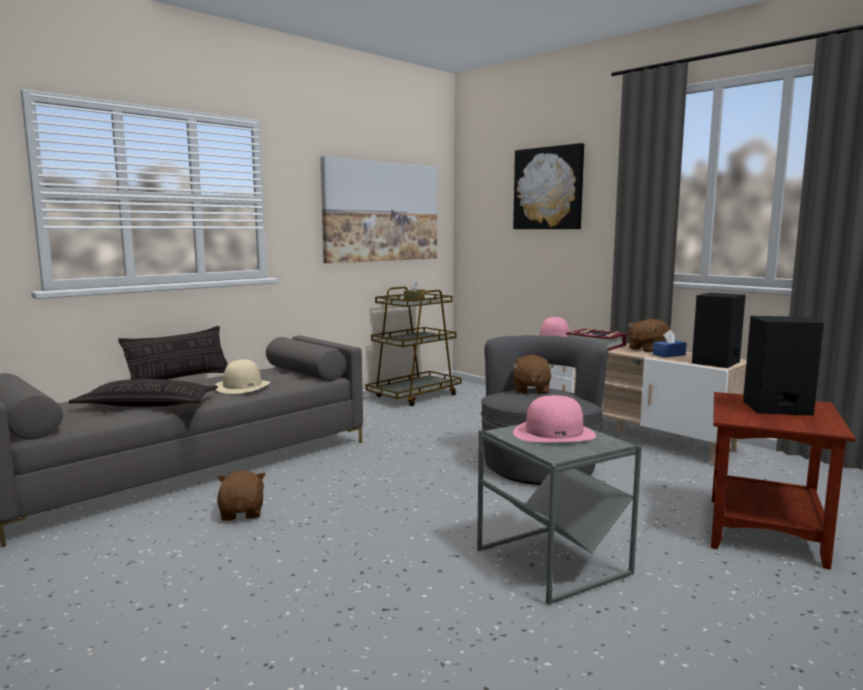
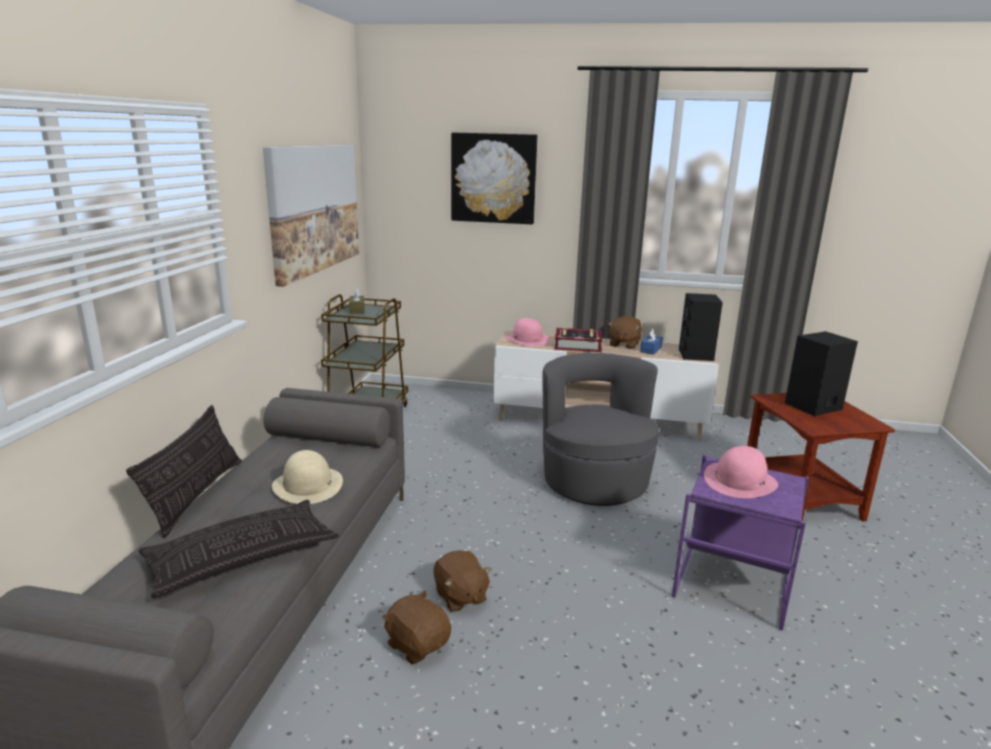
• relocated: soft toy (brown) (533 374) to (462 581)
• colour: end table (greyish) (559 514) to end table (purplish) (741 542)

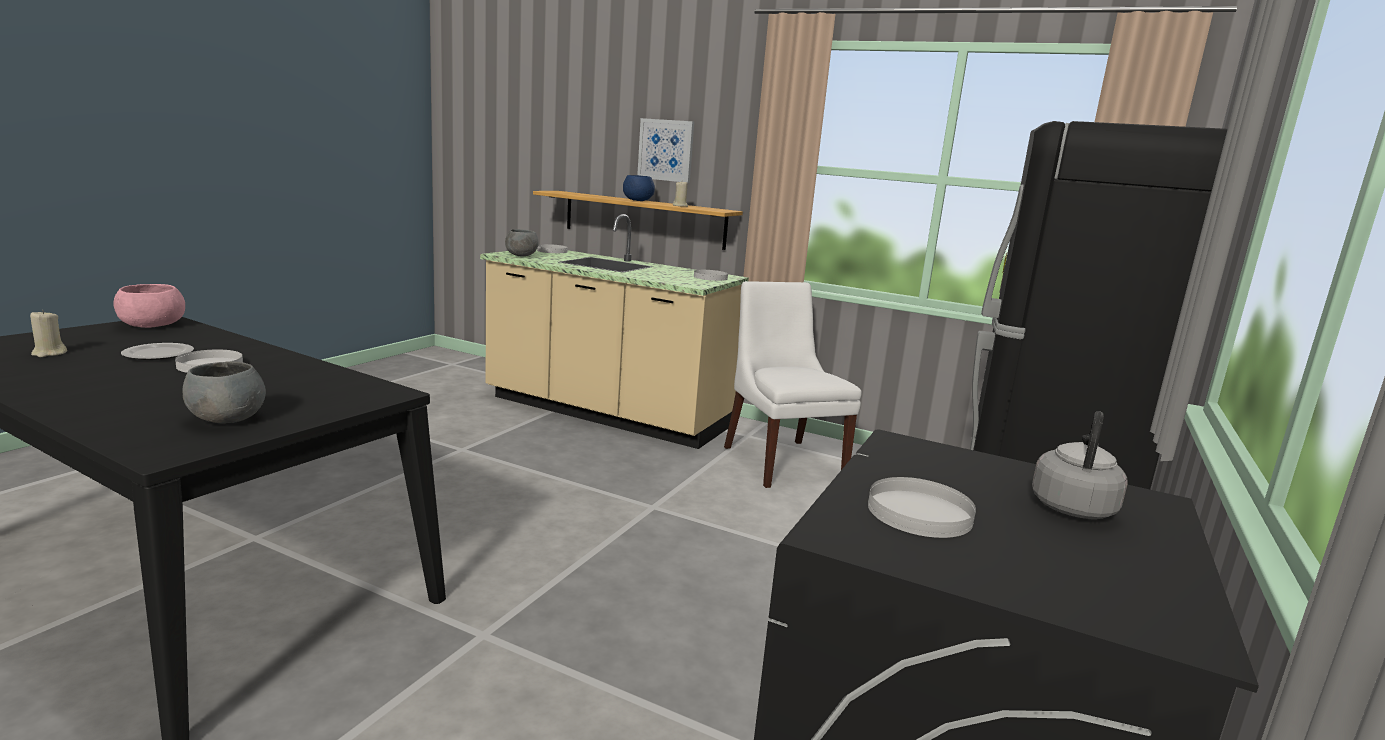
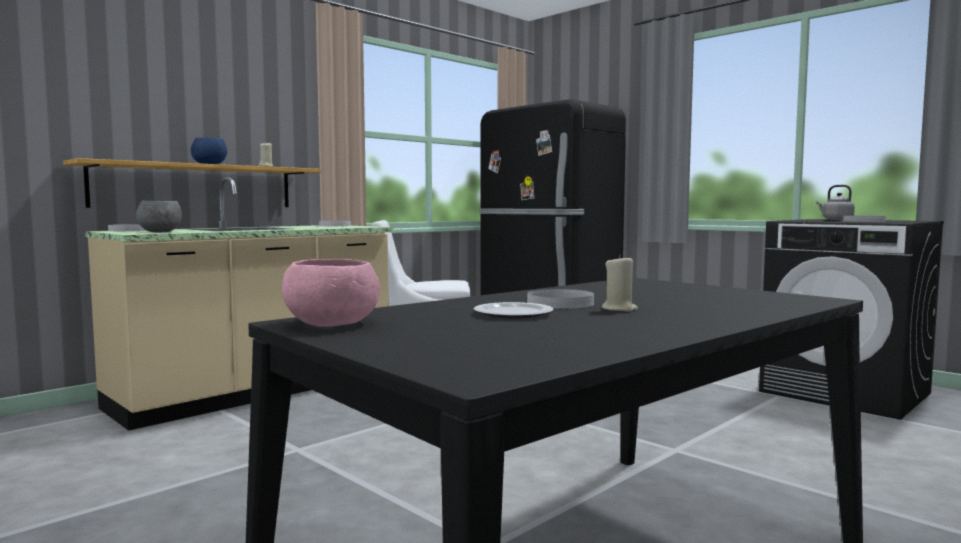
• relocated: wax light (beige) (48 333) to (620 282)
• missing: serving bowl (greyish) (224 392)
• missing: picture (665 150)

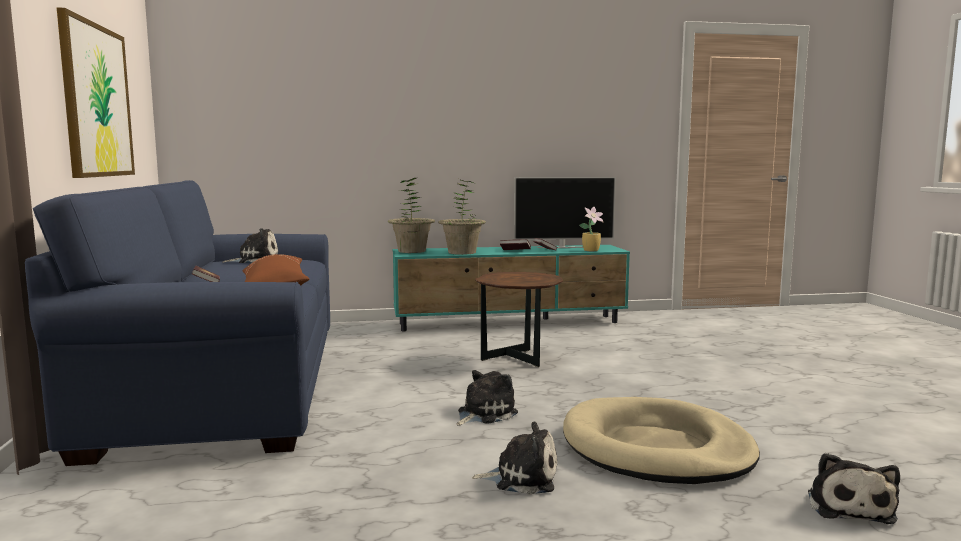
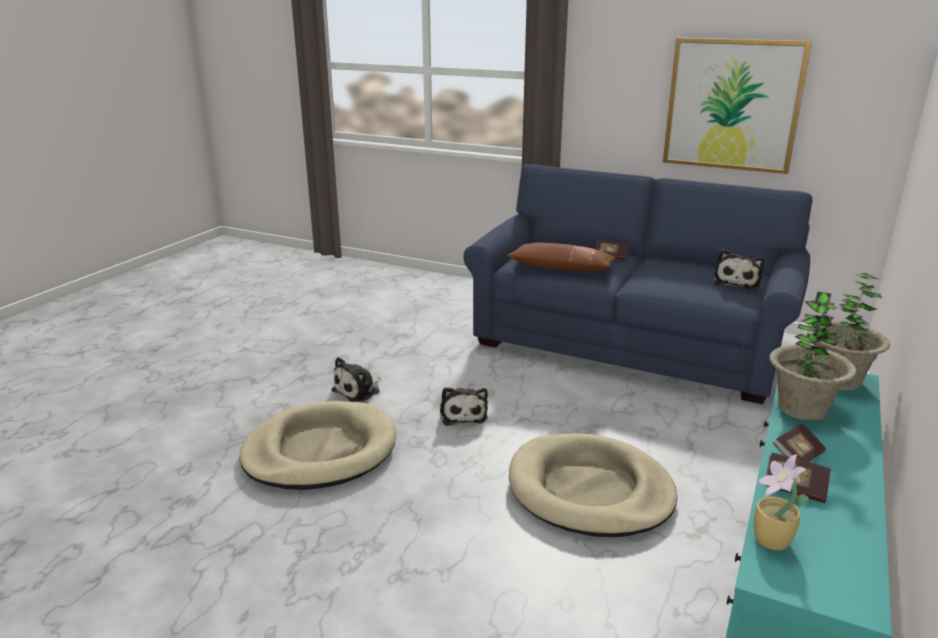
• exchanged: end table (brown) (519 319) to dog cushion (beige) (593 485)
• missing: television (565 212)
• missing: soft toy (854 488)

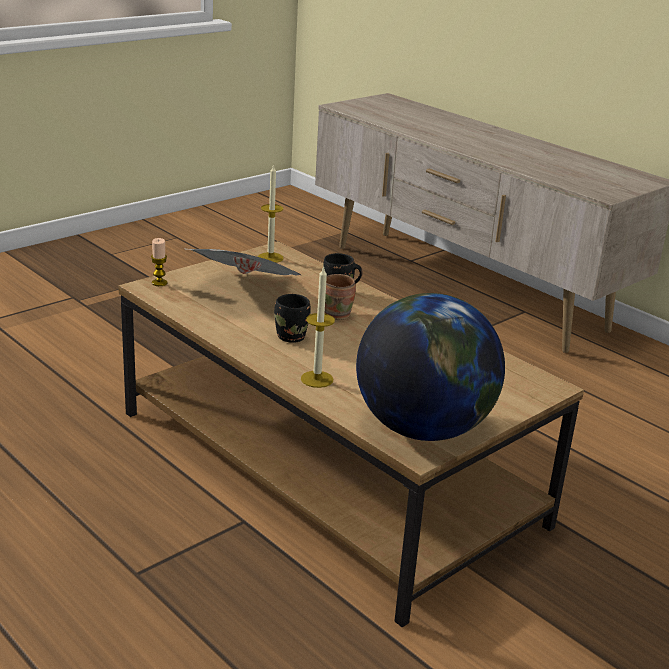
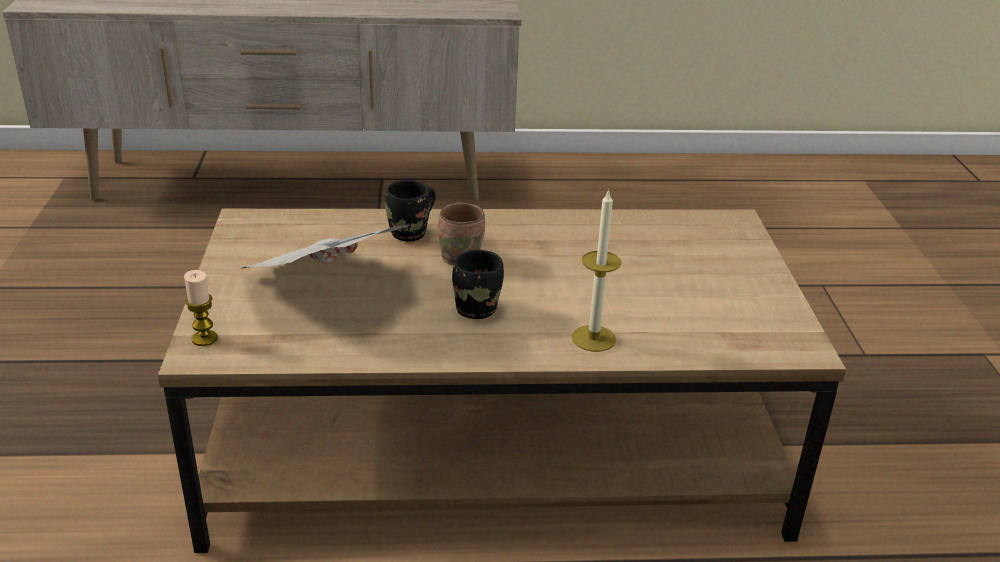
• missing: wax light (270 213)
• missing: globe (430 367)

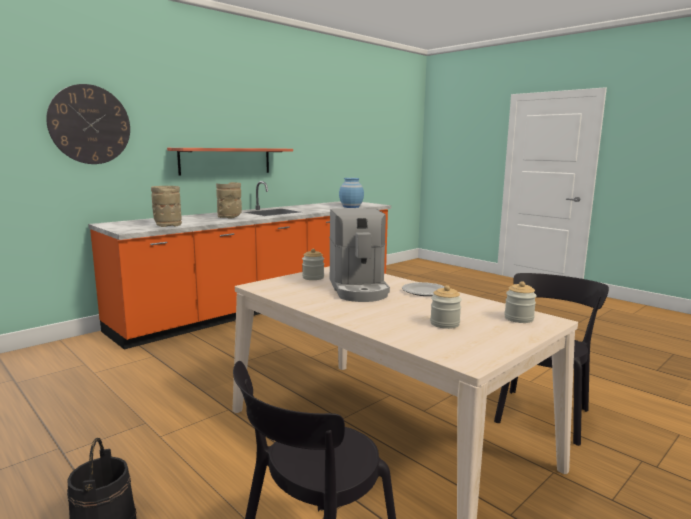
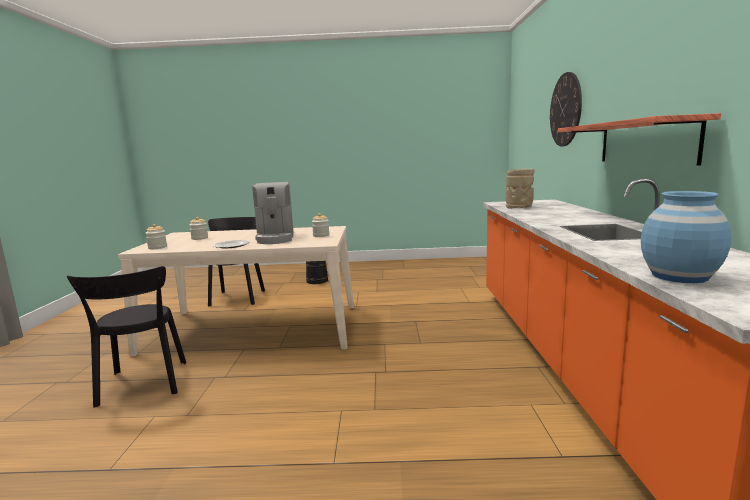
• spun: coffee machine (360 255) = (272 213) 135 degrees counterclockwise
• missing: decorative vase (beige) (229 200)

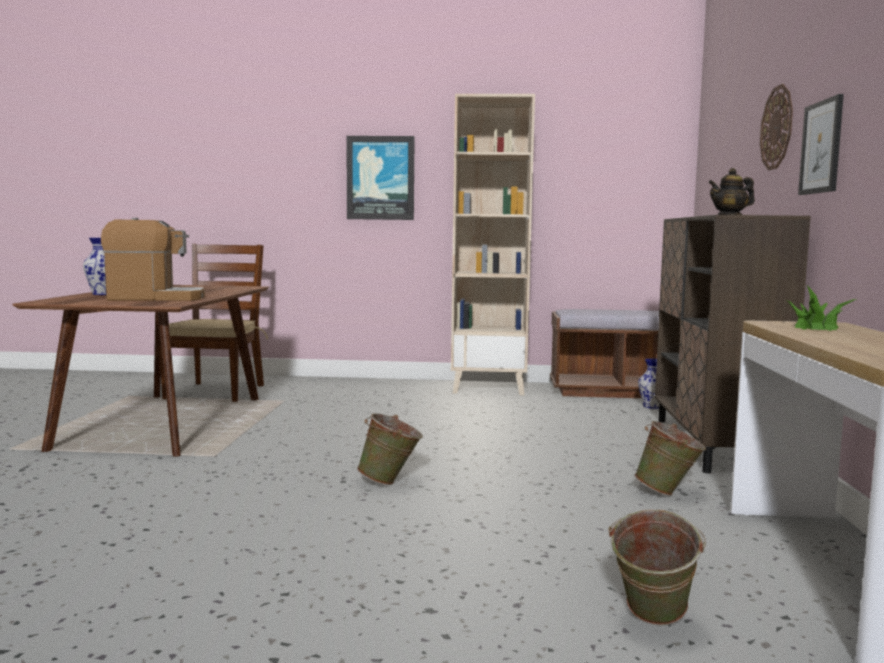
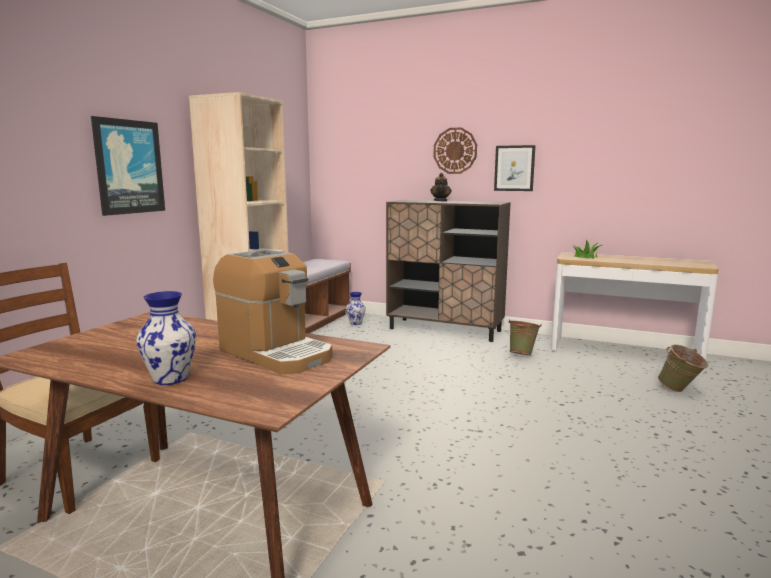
• spun: coffee machine (153 259) = (273 311) 120 degrees clockwise
• missing: pail (green-coloured) (390 449)

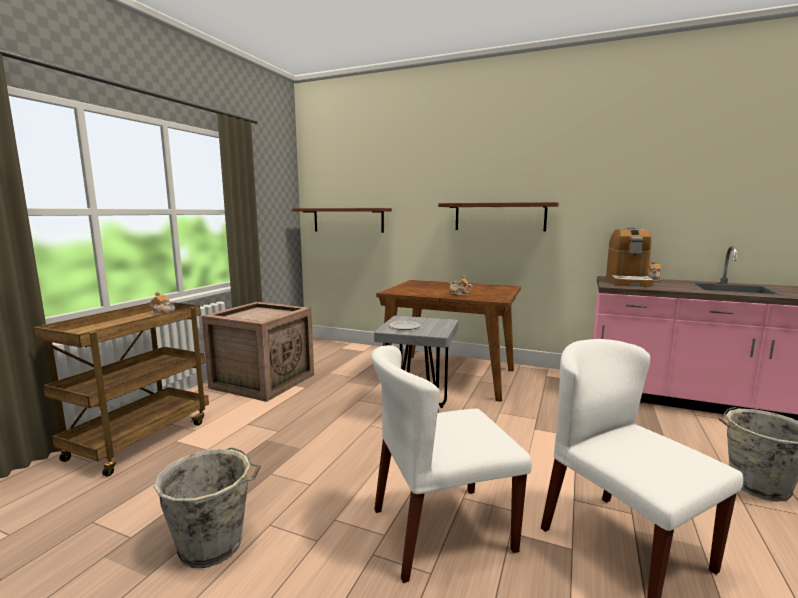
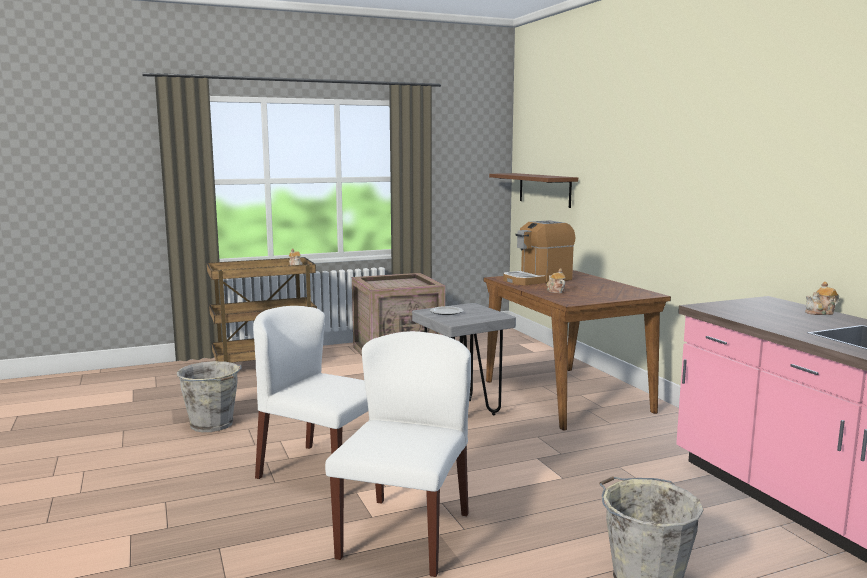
• relocated: coffee machine (630 257) to (539 252)
• missing: wall shelf (brown) (498 216)

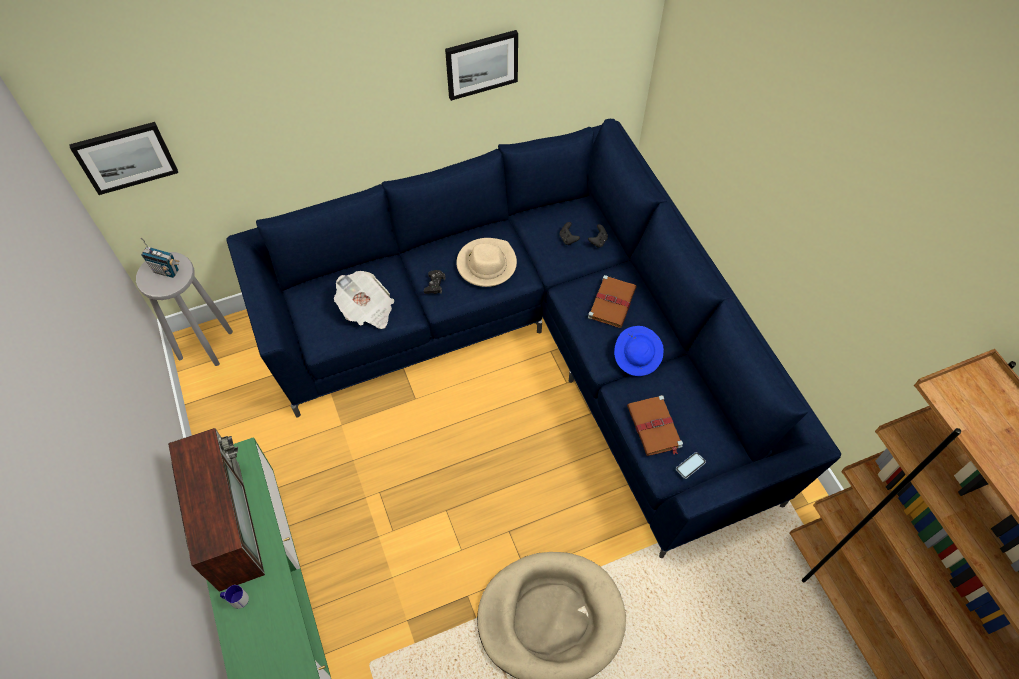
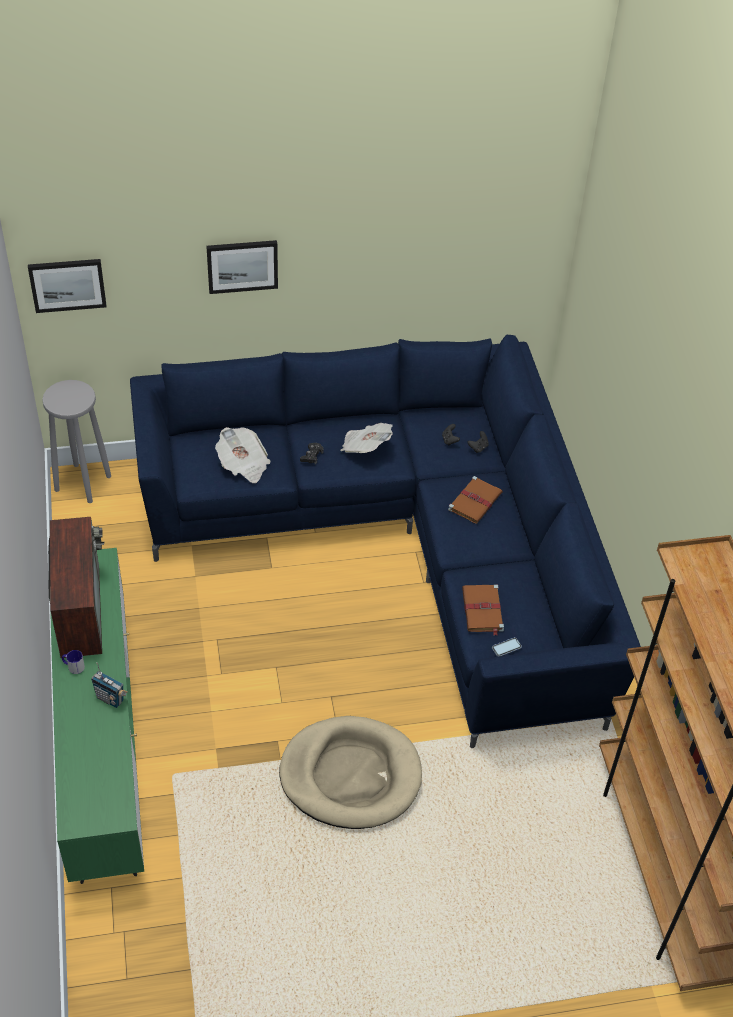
• relocated: radio (160 258) to (109 685)
• relocated: picture (481 65) to (242 267)
• exchanged: wearable hat (beige) (486 262) to newspaper (367 438)
• missing: wearable hat (blue-coloured) (639 351)

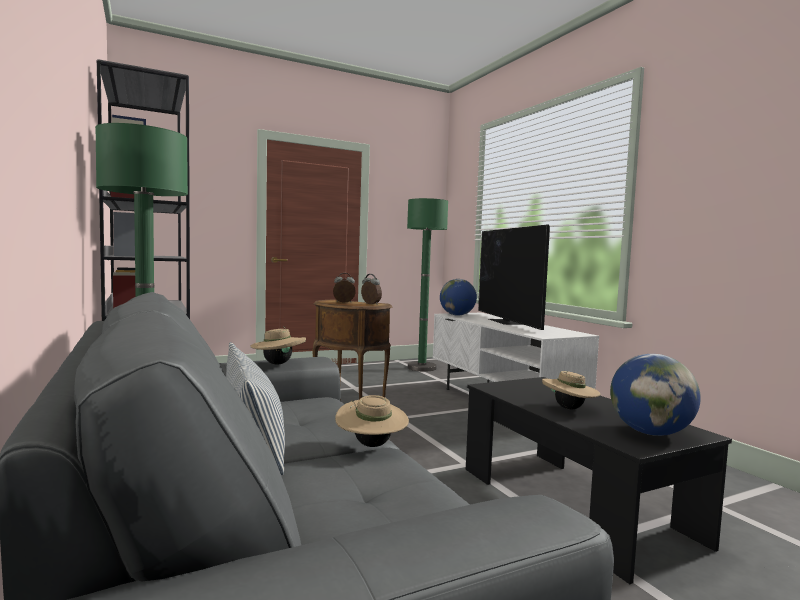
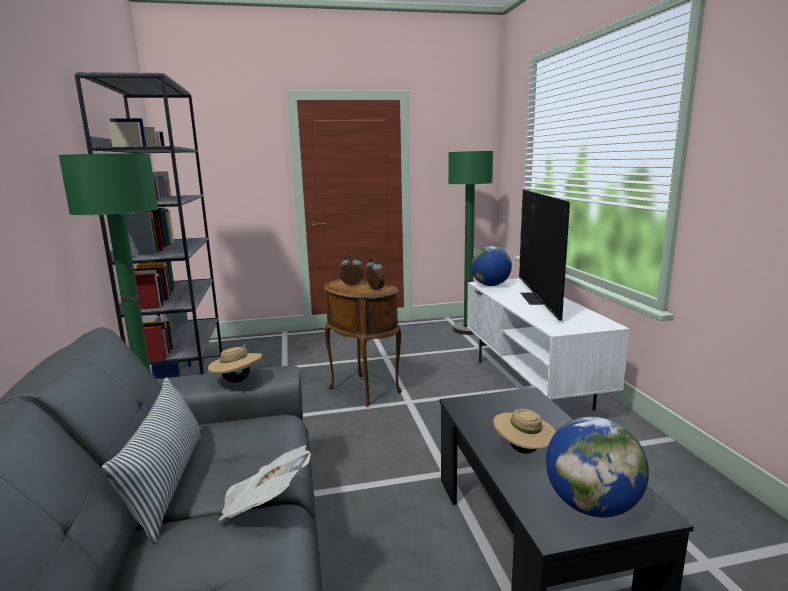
• exchanged: wearable hat (beige) (372 421) to newspaper (265 483)

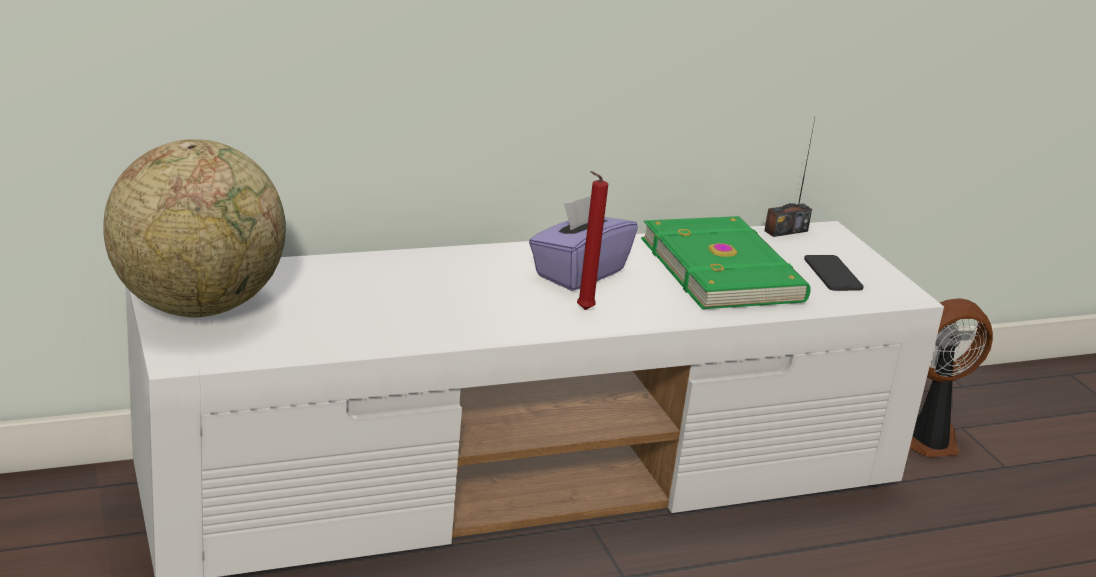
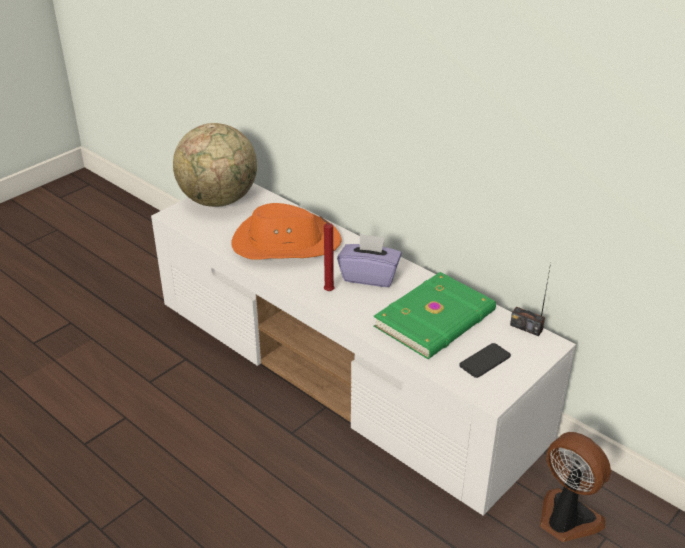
• appeared: wearable hat (orange) (286 231)

